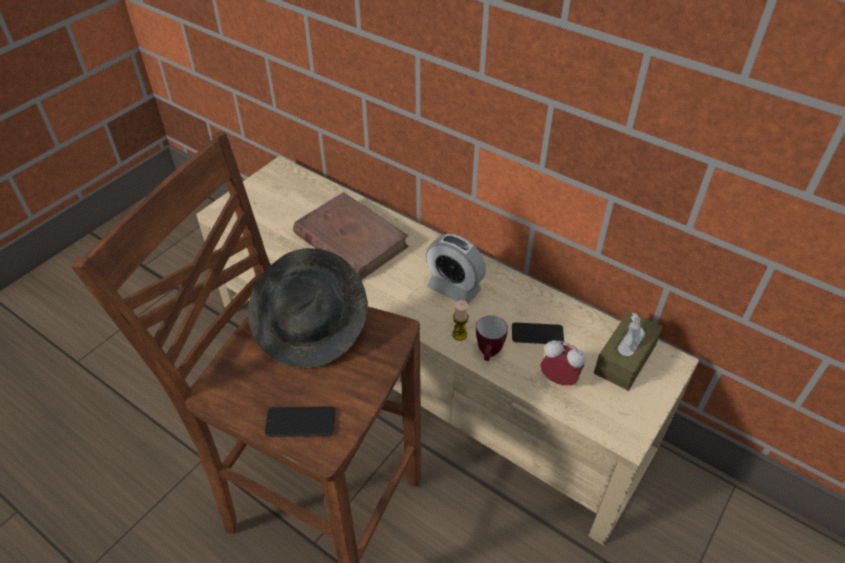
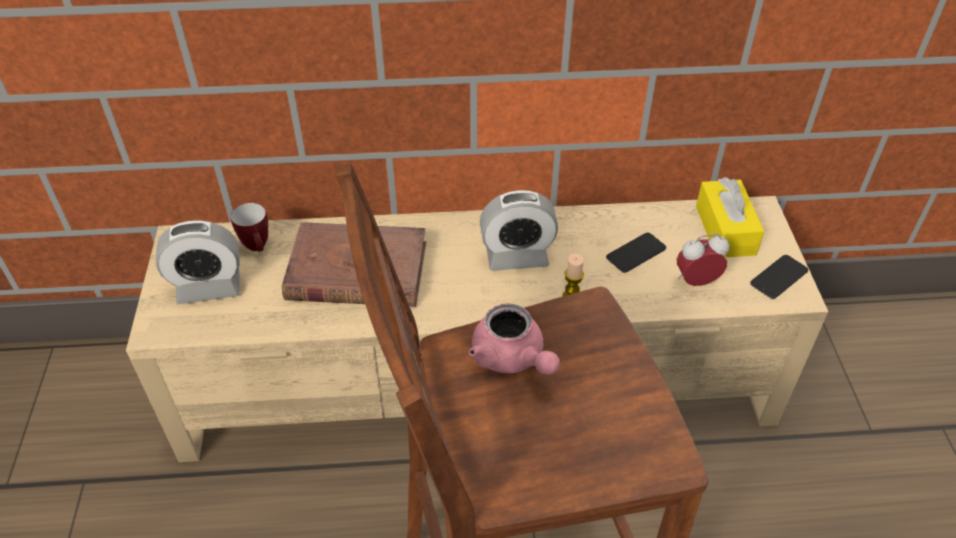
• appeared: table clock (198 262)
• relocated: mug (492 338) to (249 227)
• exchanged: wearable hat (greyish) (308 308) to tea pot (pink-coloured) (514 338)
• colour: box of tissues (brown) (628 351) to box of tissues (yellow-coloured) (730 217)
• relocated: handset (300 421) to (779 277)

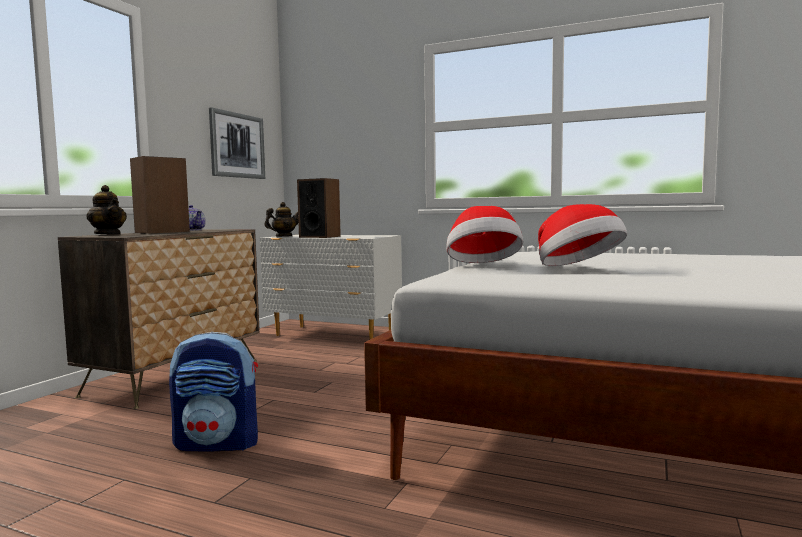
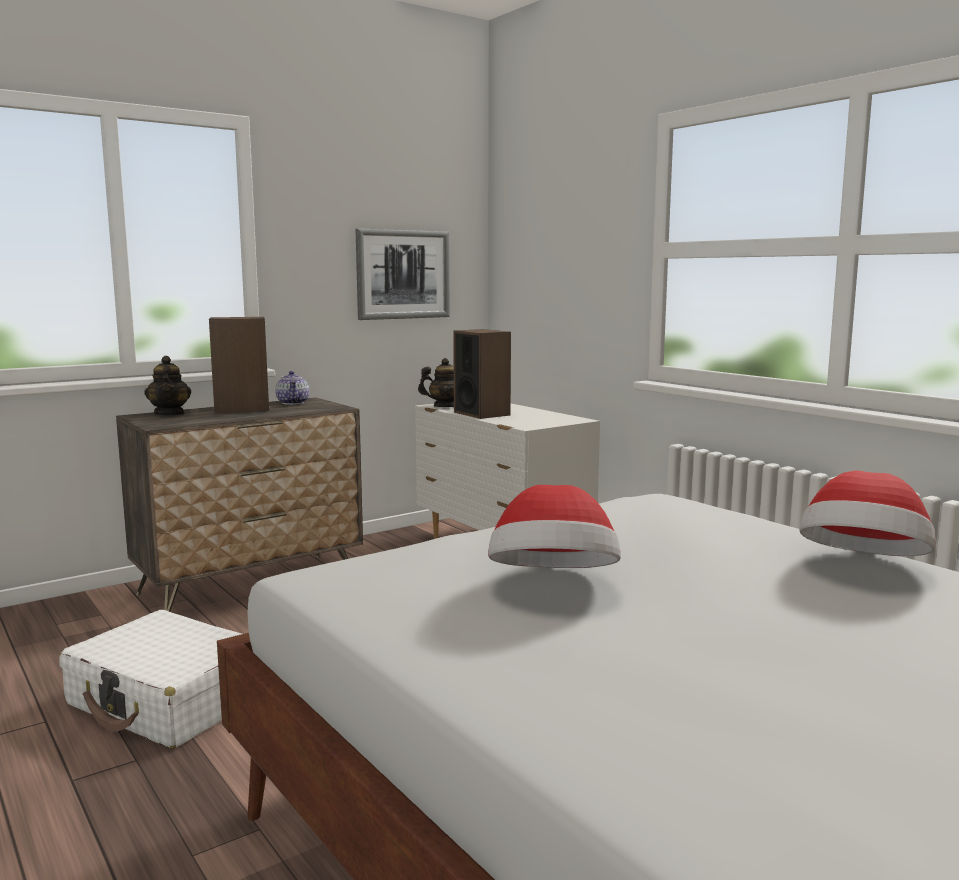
• exchanged: backpack (213 391) to suitcase (white-coloured) (151 679)
• relocated: wearable hat (484 234) to (868 513)

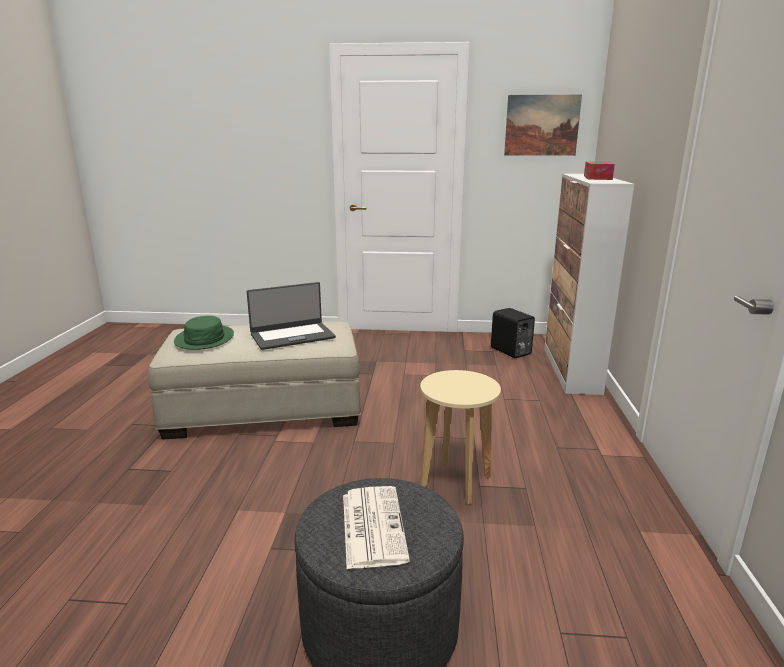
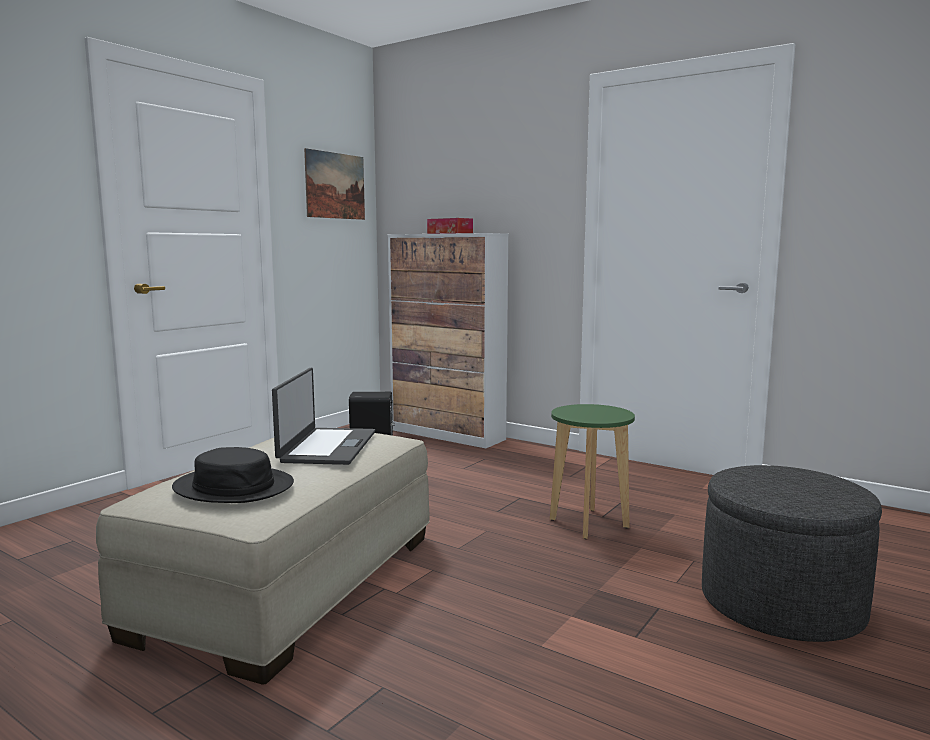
• colour: wearable hat (green-coloured) (204 333) to wearable hat (blackish) (233 475)
• colour: stool seat (beige) (460 437) to stool seat (green-coloured) (592 471)
• missing: newspaper (376 527)

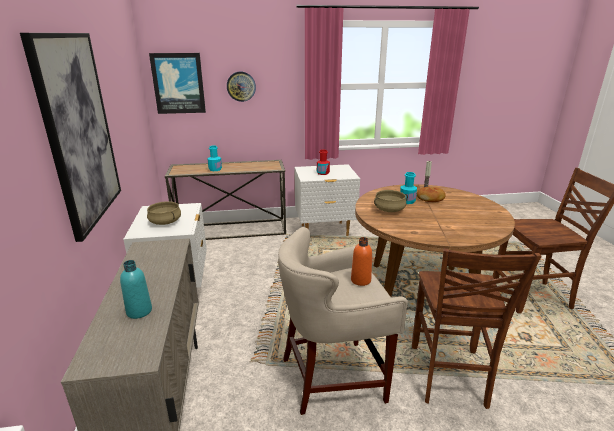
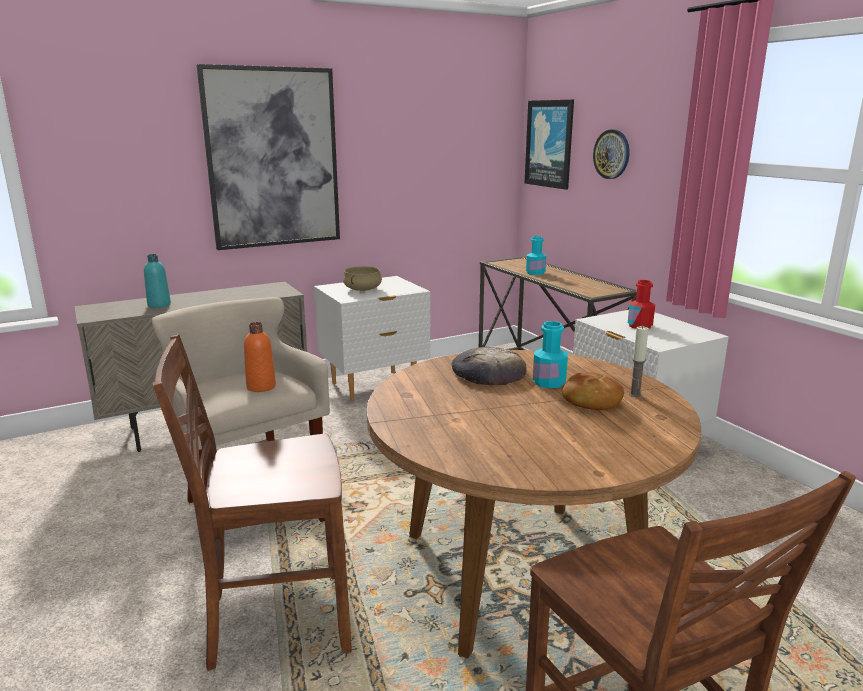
• exchanged: saucepot (beige) (391 201) to bakery bread (489 365)

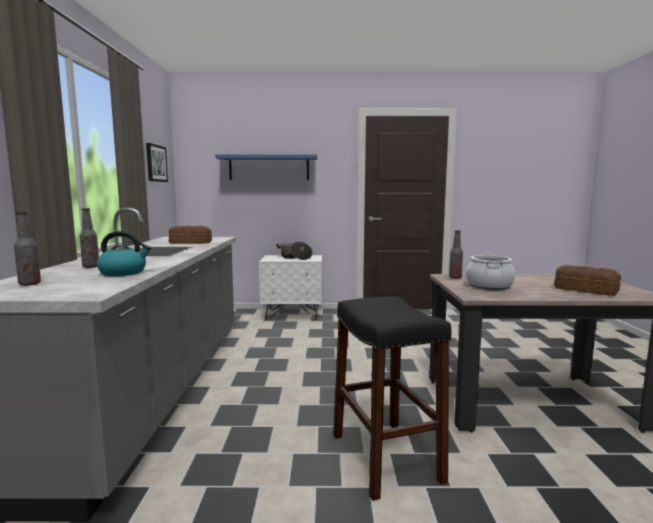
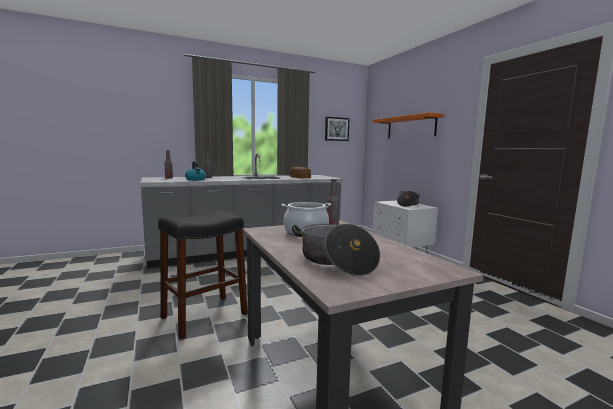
• exchanged: bakery bread (587 280) to saucepot (336 250)
• colour: wall shelf (blue-coloured) (266 167) to wall shelf (orange) (408 125)

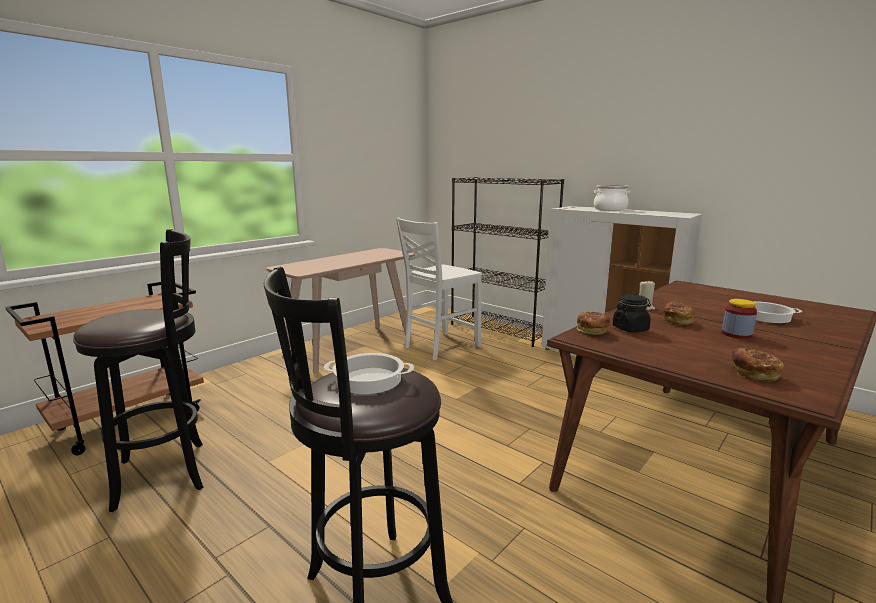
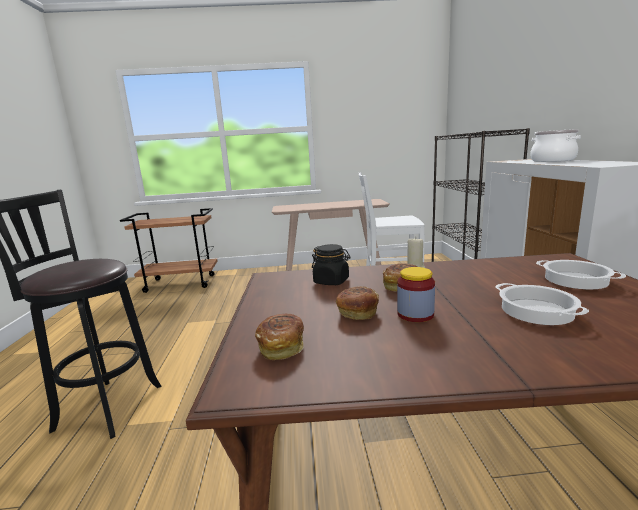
• relocated: bakery bread (593 323) to (357 303)
• relocated: saucepot (369 373) to (581 275)
• missing: stool seat (blackish) (138 370)

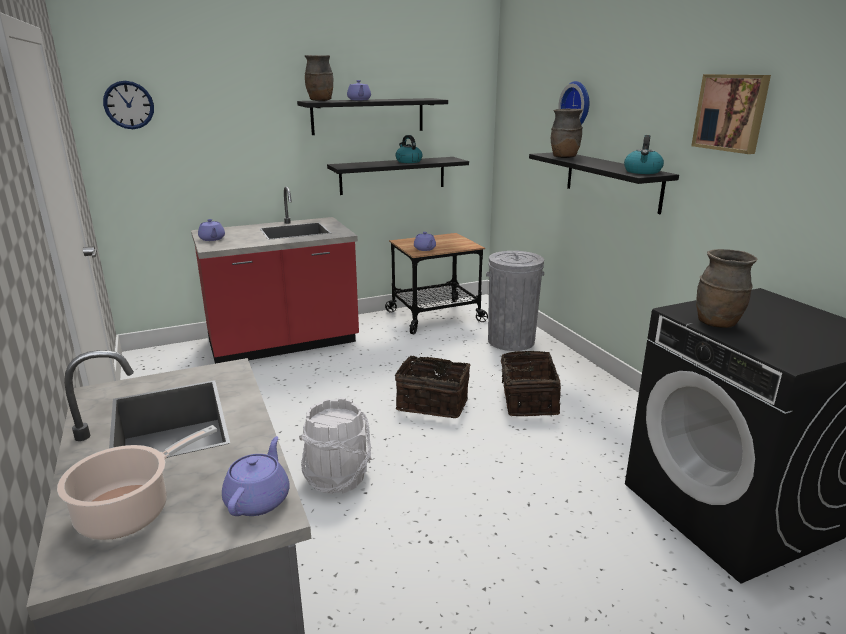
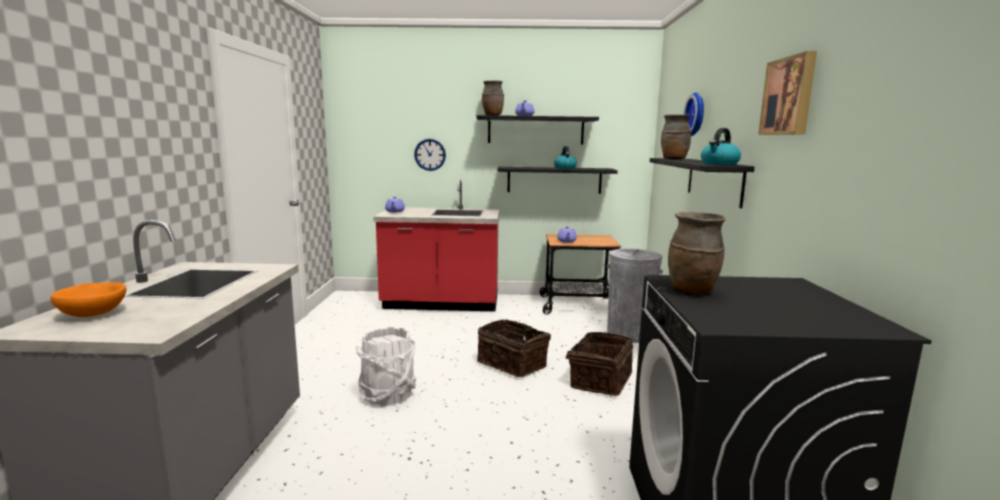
• exchanged: saucepot (137 482) to serving bowl (orange) (88 299)
• relocated: wall clock (128 105) to (430 155)
• missing: tea pot (purplish) (255 476)

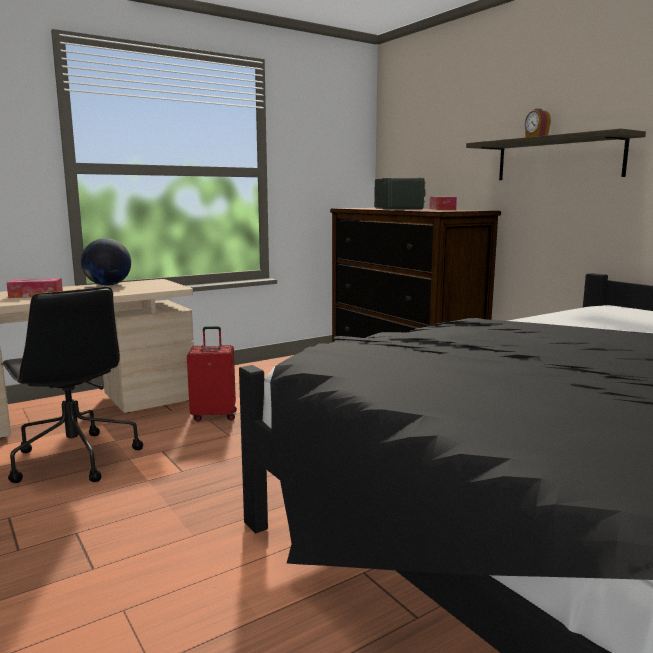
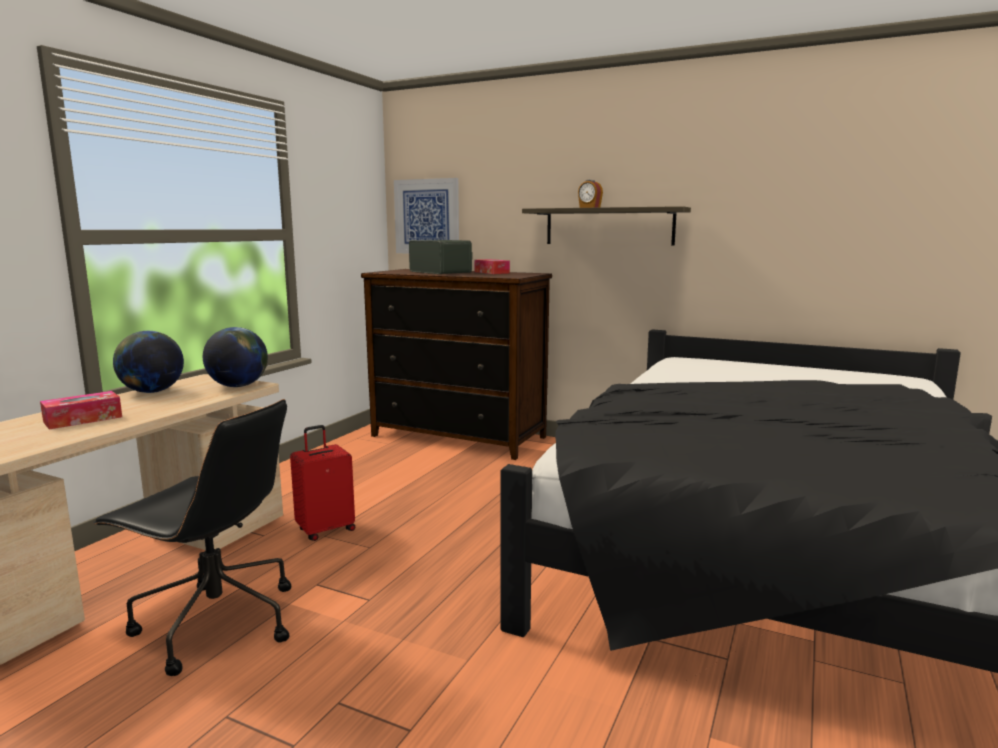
• appeared: globe (235 357)
• appeared: picture (426 215)

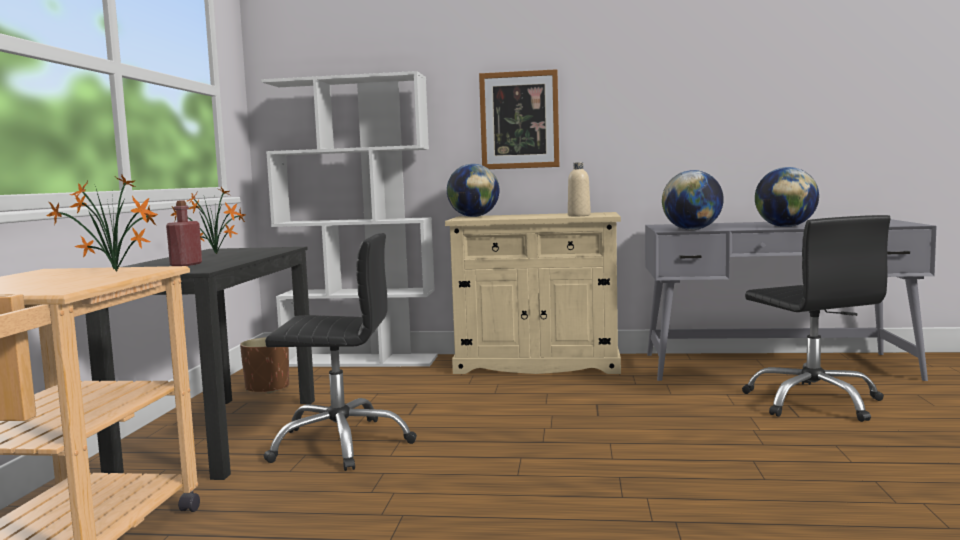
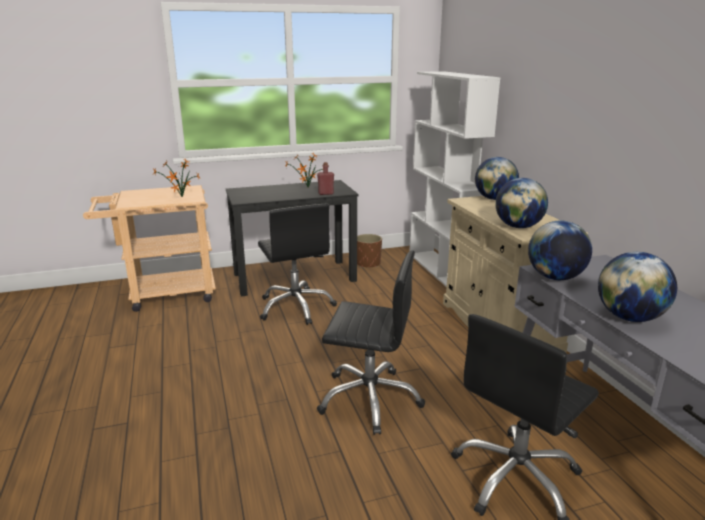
• relocated: drink bottle (red-coloured) (184 233) to (325 178)
• appeared: office chair (blackish) (371 342)
• exchanged: drink bottle (beige) (579 189) to globe (521 203)
• missing: picture (519 119)

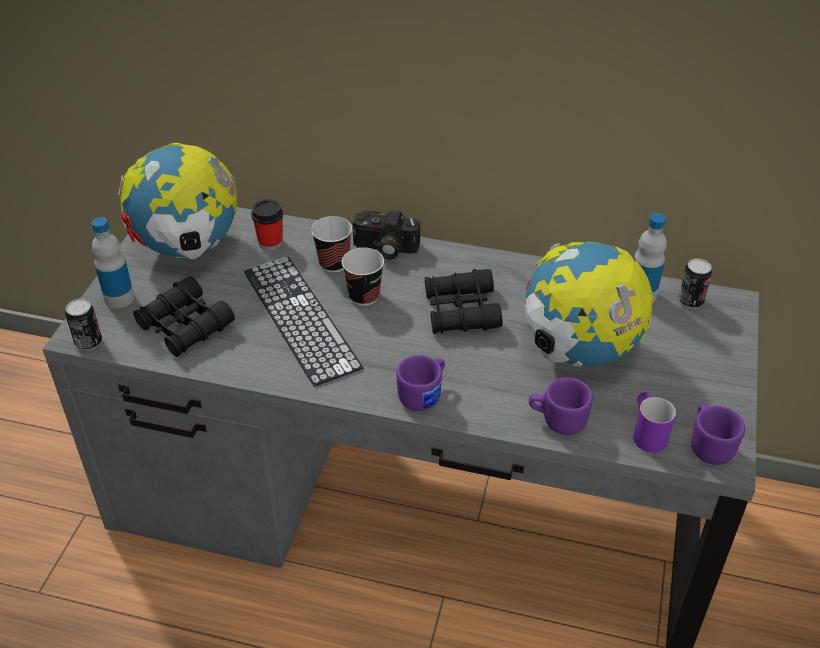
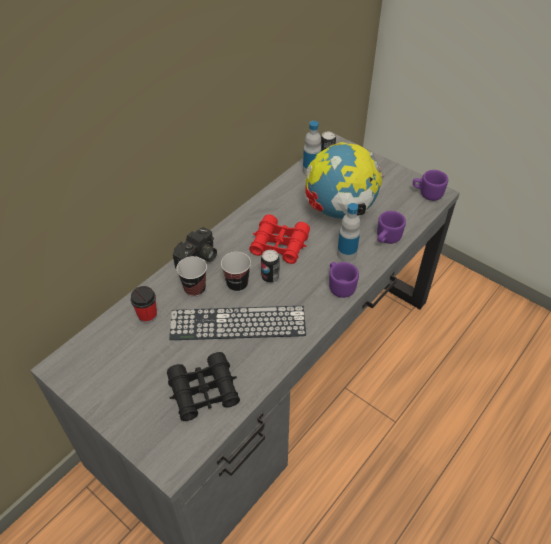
• colour: pair of binoculars (blackish) (464 301) to pair of binoculars (red-coloured) (279 239)
• relocated: can (83 324) to (270 266)
• relocated: drink bottle (113 263) to (348 232)
• missing: globe (177 201)
• missing: mug (purplish) (654 422)

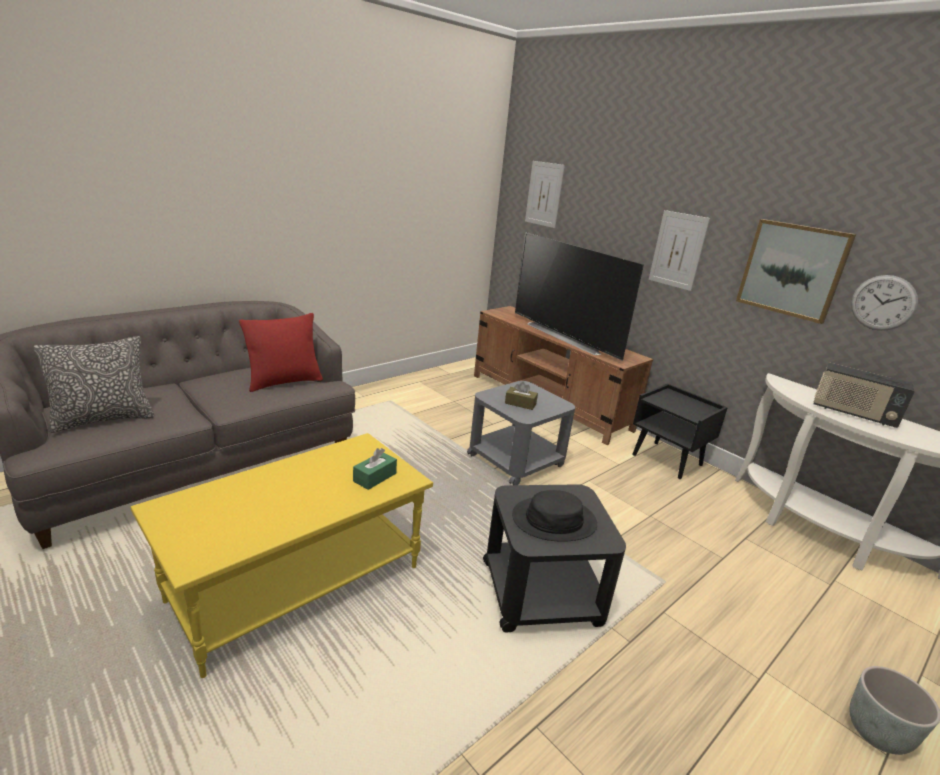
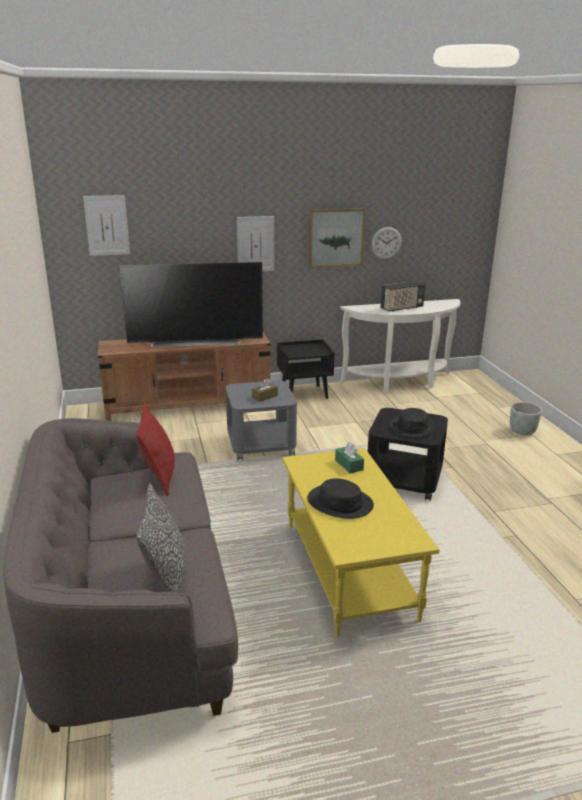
• appeared: wearable hat (blackish) (340 498)

